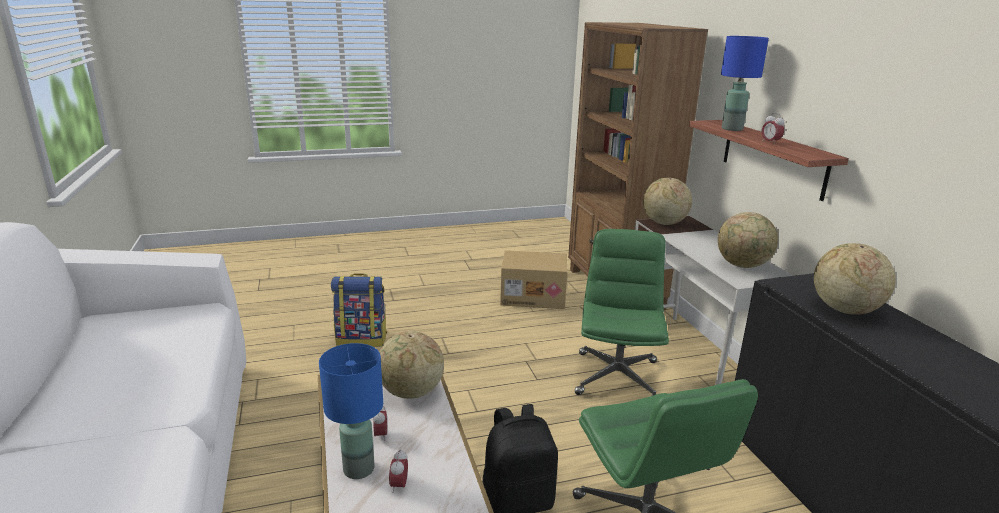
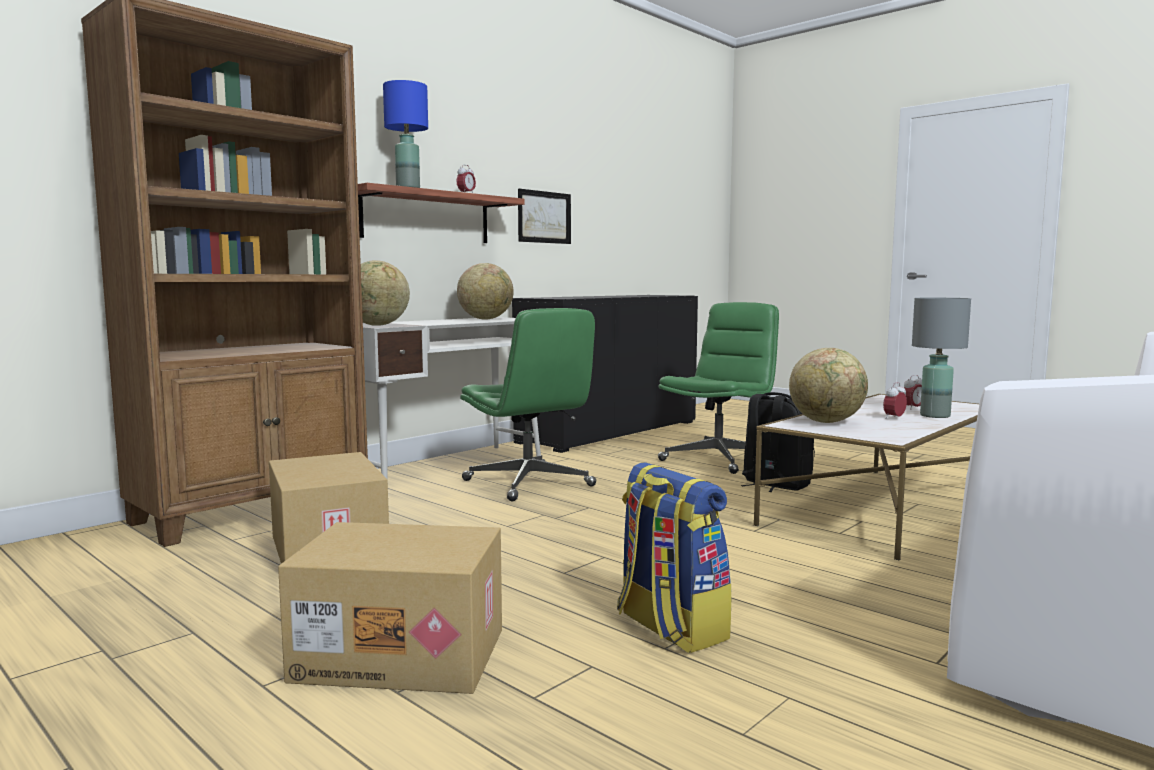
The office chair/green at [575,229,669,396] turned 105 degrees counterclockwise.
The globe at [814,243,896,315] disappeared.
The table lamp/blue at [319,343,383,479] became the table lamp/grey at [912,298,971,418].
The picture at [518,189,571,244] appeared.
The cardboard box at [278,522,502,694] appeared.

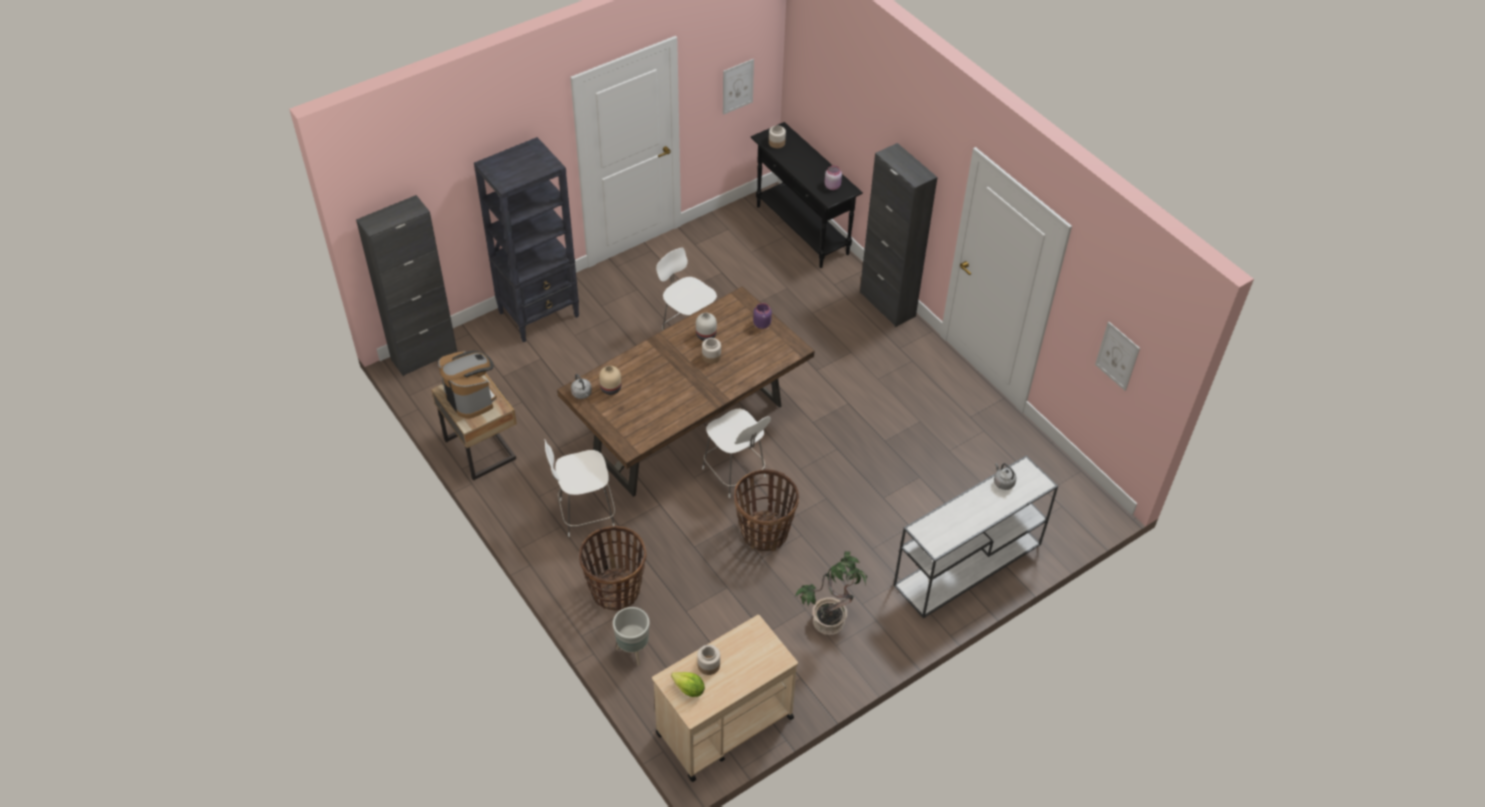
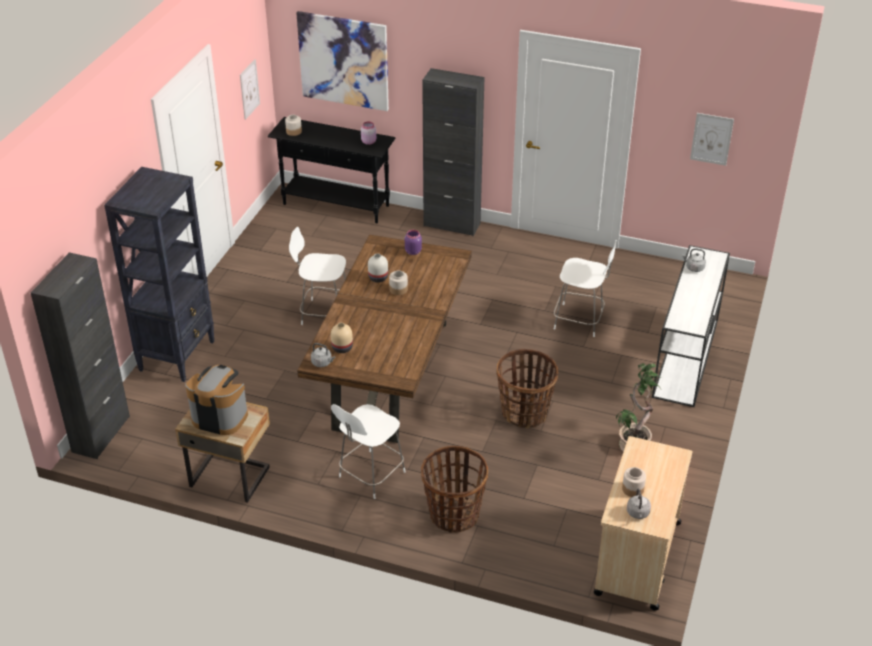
The chair/white moved from [702,408,771,498] to [554,240,617,337].
The planter/grey at [613,607,650,665] disappeared.
The lettuce at [671,672,705,697] was replaced by the kettle/grey at [627,489,651,519].
The picture at [296,11,389,111] appeared.

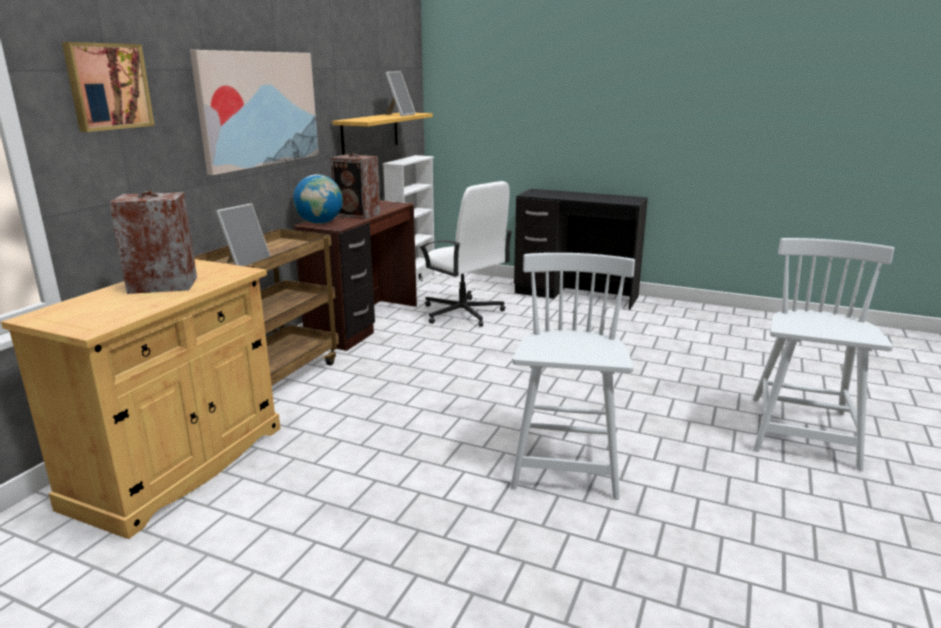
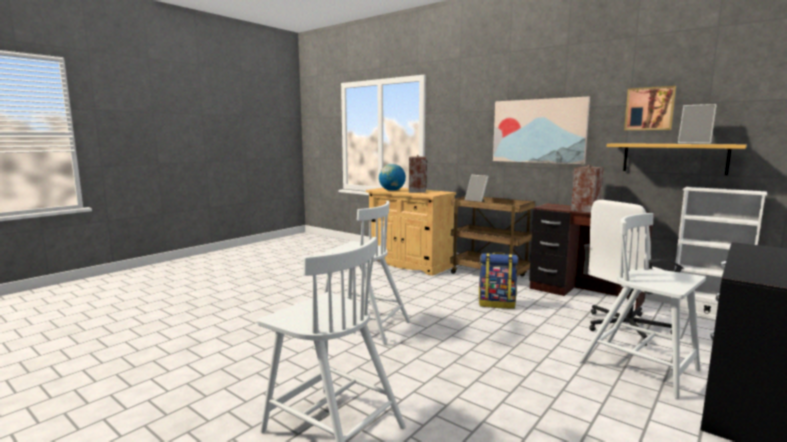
The picture moved from [62,42,155,132] to [624,86,676,130].
The globe moved from [293,174,343,223] to [379,164,406,191].
The chair/white at [579,213,706,399] appeared.
The backpack at [479,252,518,309] appeared.

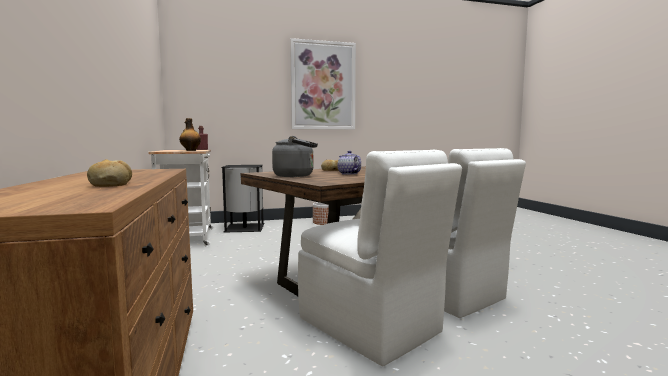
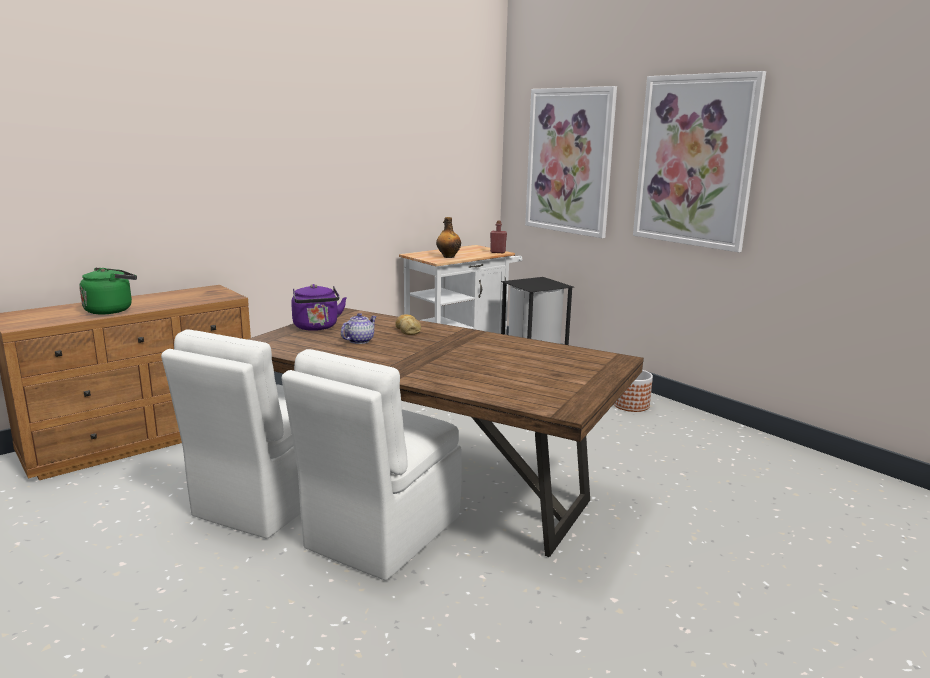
The kettle/grey at [272,136,318,177] became the kettle/purple at [291,284,347,331].
The bread at [87,159,132,187] was replaced by the kettle/green at [79,268,137,314].
The picture at [525,86,617,238] appeared.

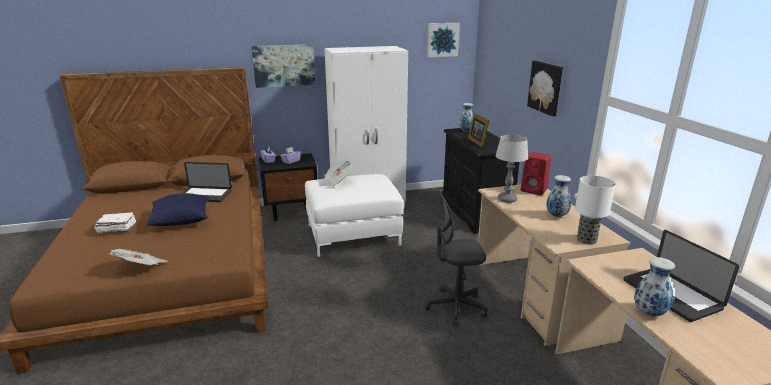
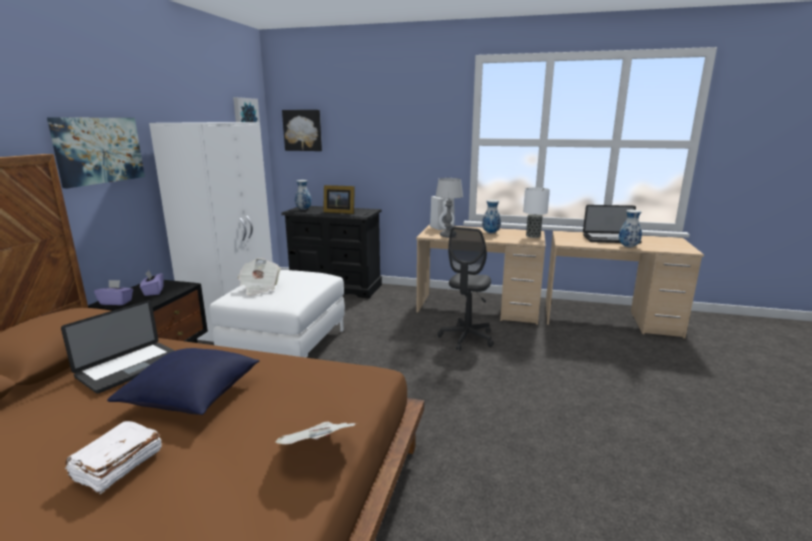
The picture moved from [527,61,563,116] to [282,110,322,151].
The speaker/red at [521,152,551,195] became the speaker/white at [430,196,455,230].

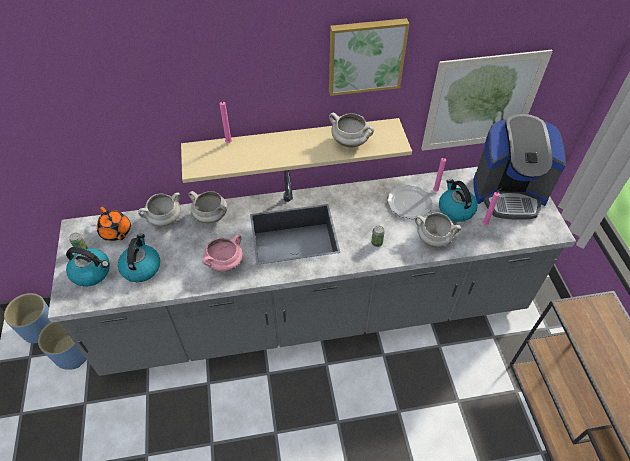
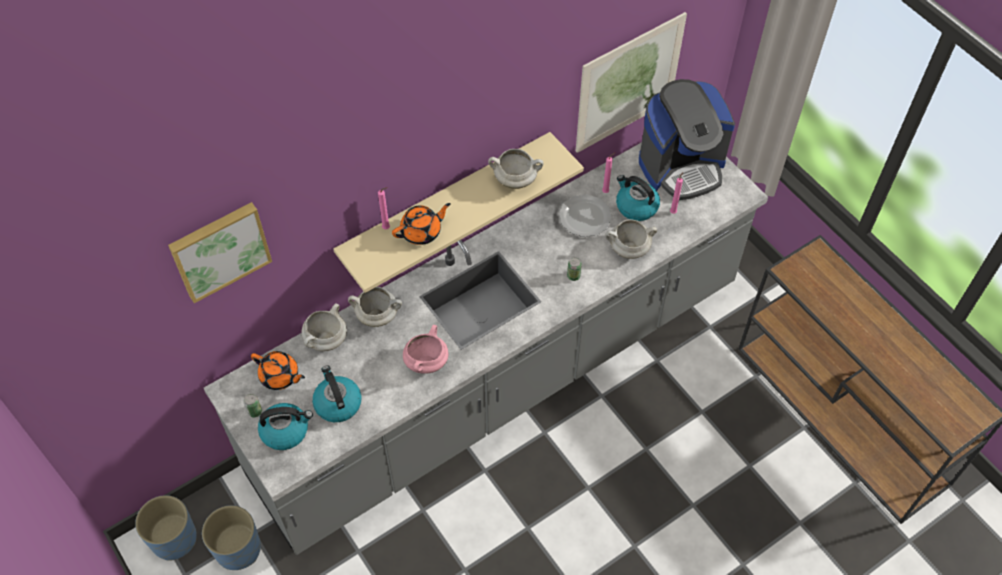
The picture moved from [329,18,410,96] to [168,202,272,303].
The teapot/orange at [392,203,451,245] appeared.

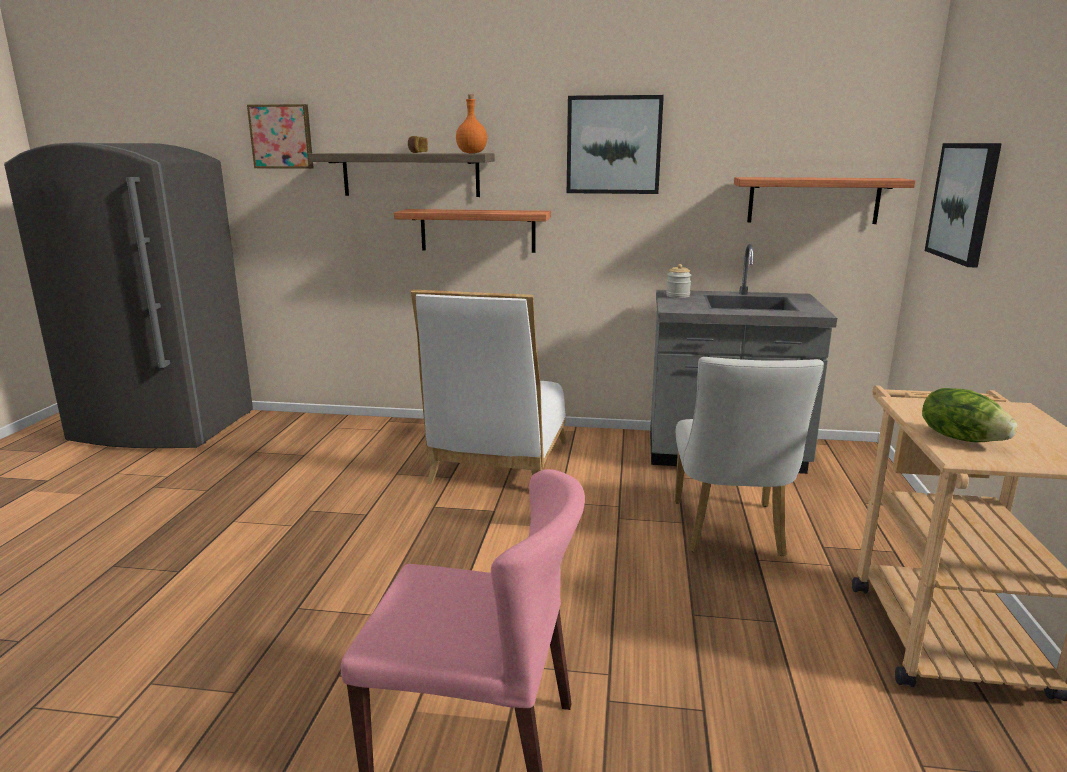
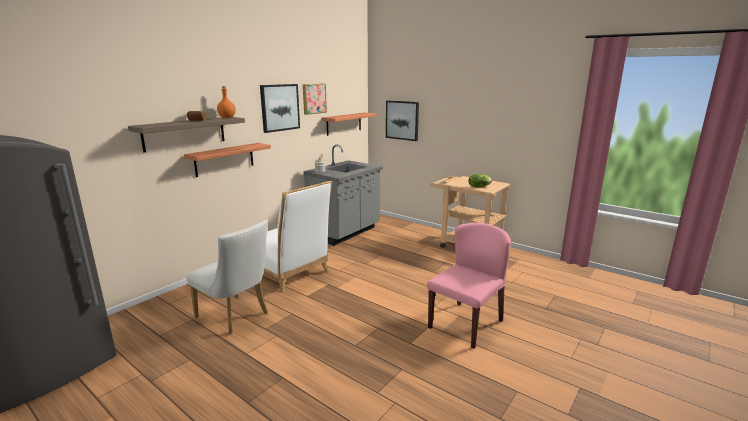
The picture moved from [247,104,314,169] to [303,84,327,115].
The chair/white moved from [674,357,824,556] to [187,220,268,334].

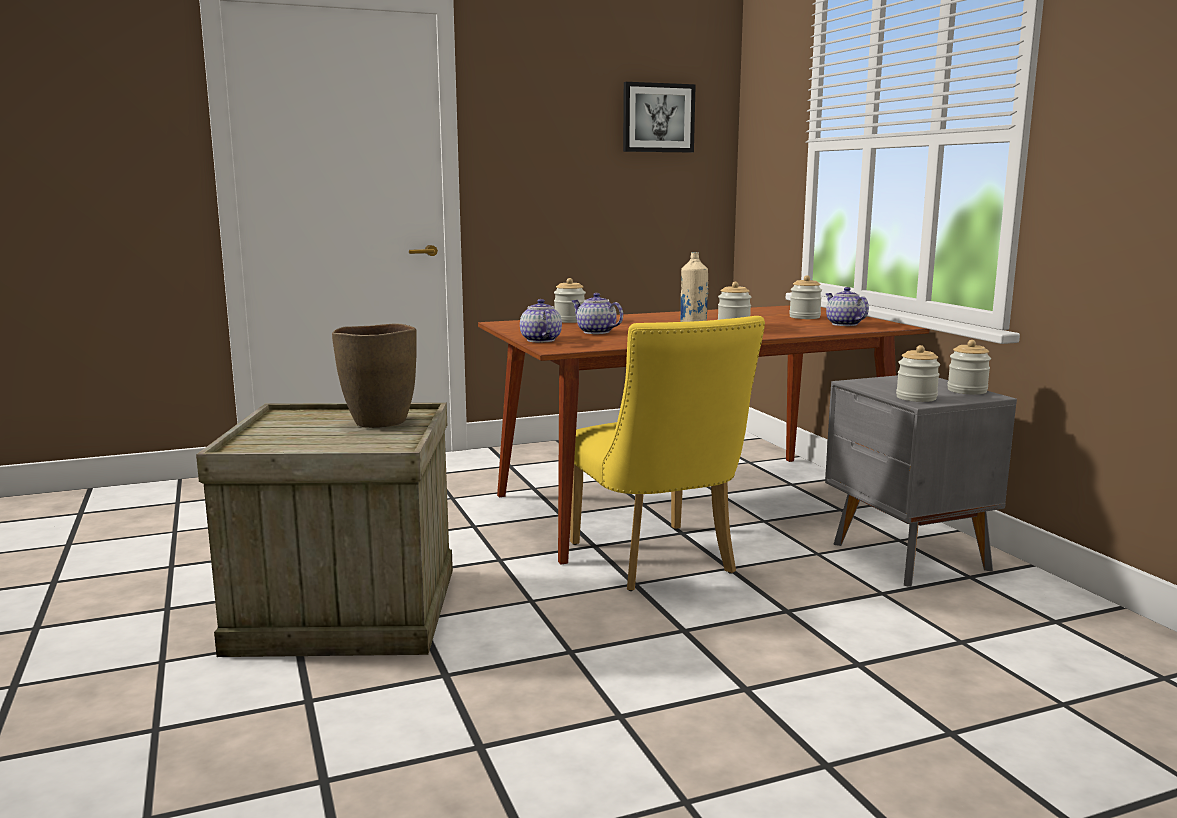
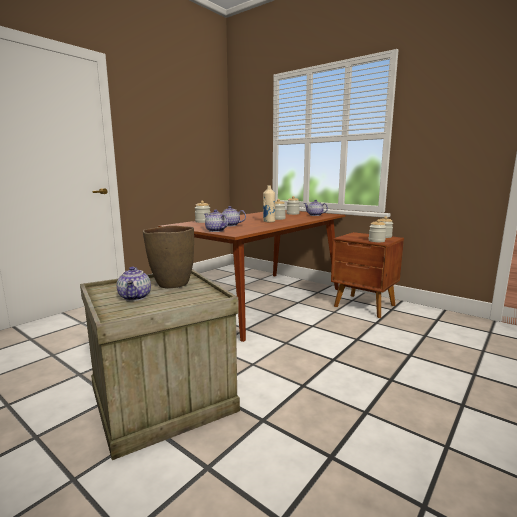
The picture at [623,82,696,152] disappeared.
The chair/yellow at [570,316,765,591] disappeared.
The nightstand/grey at [825,375,1017,587] became the nightstand/brown at [331,232,404,318].
The teapot at [117,267,151,301] appeared.

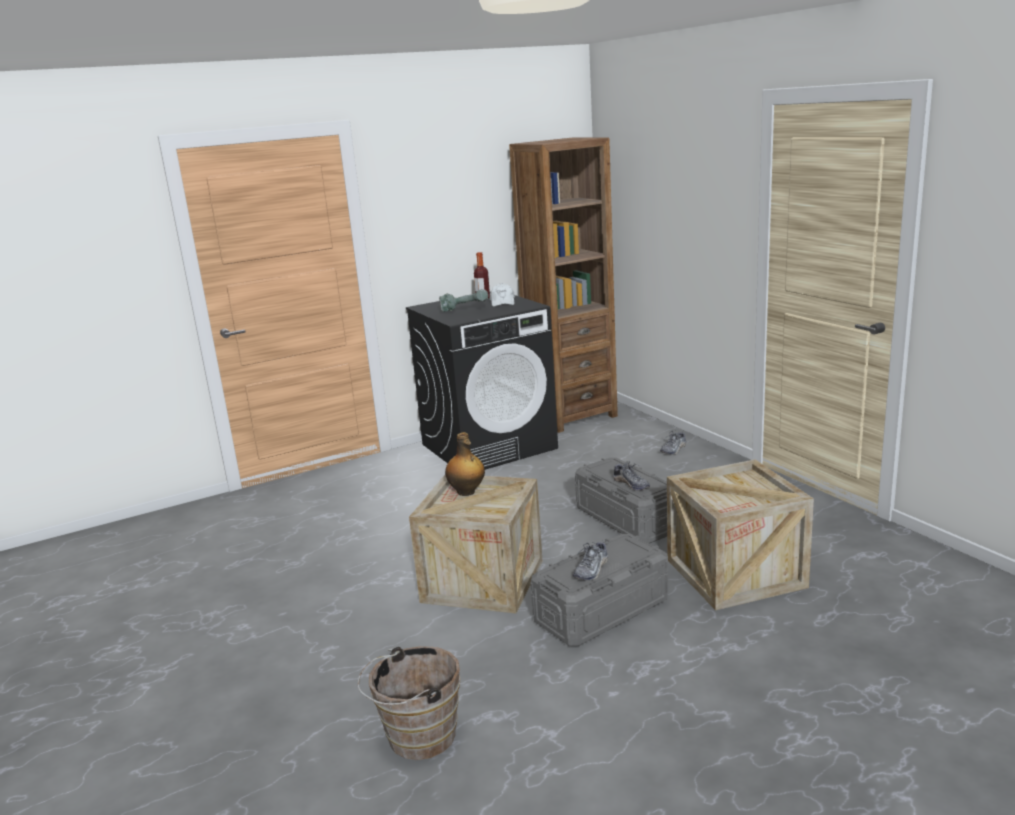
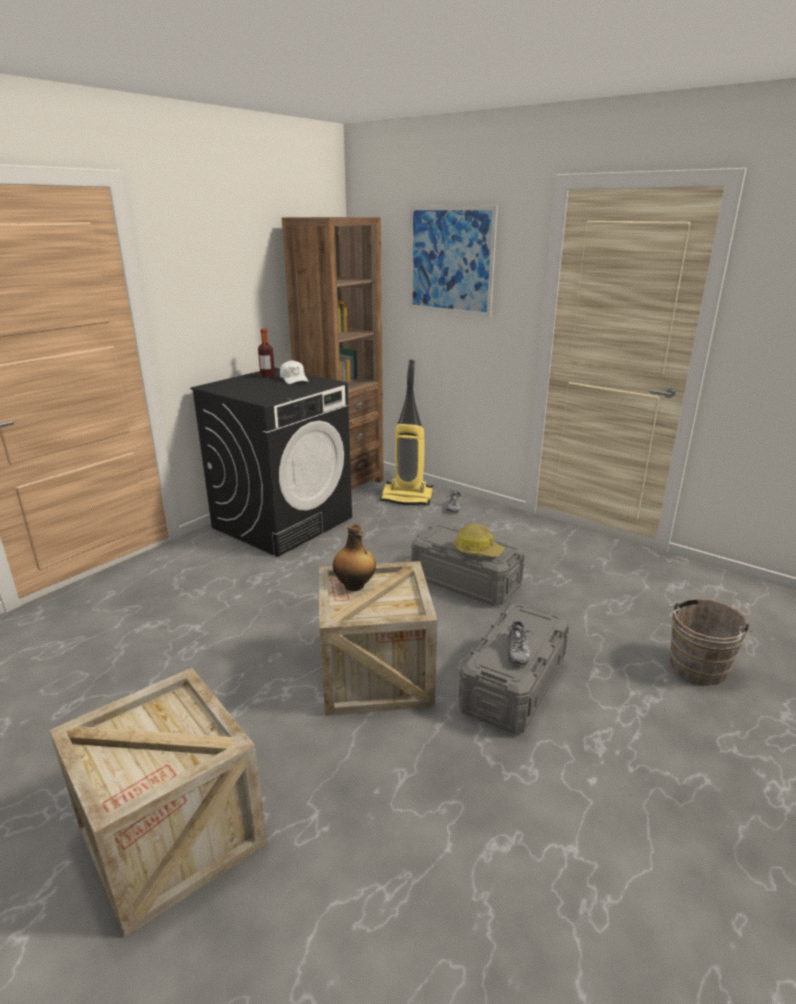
The power drill at [439,289,489,312] disappeared.
The crate moved from [667,459,814,610] to [49,668,268,938].
The shoe at [613,462,650,490] was replaced by the hard hat at [454,523,504,557].
The bucket/brown moved from [358,646,460,760] to [668,598,752,685].
The picture at [409,206,498,317] appeared.
The vacuum cleaner at [380,360,433,505] appeared.

